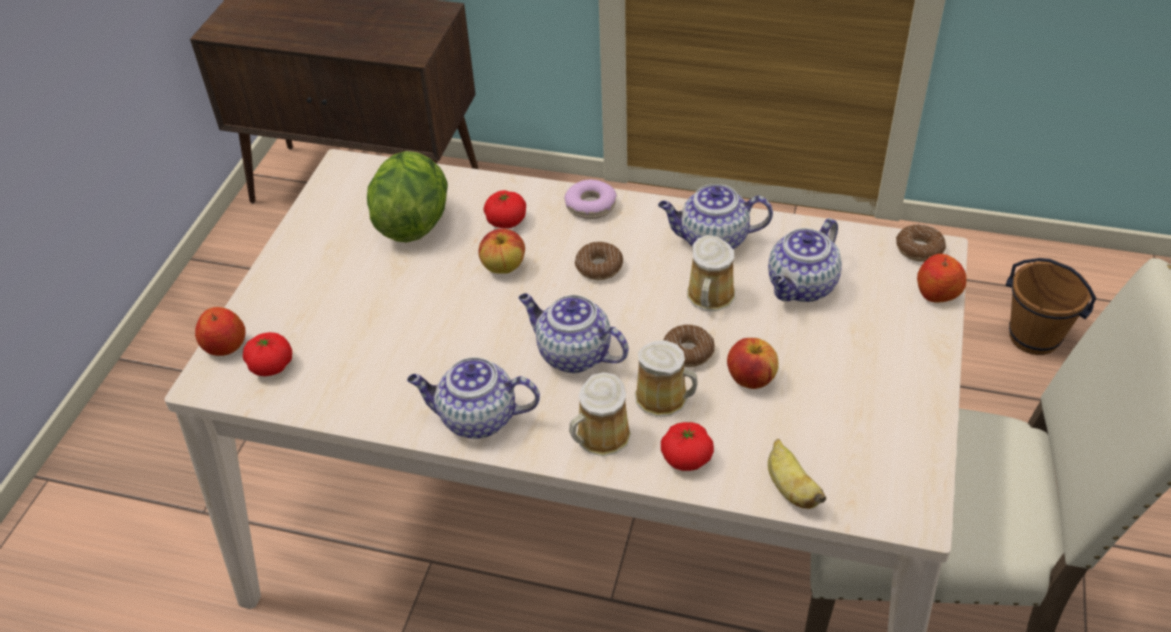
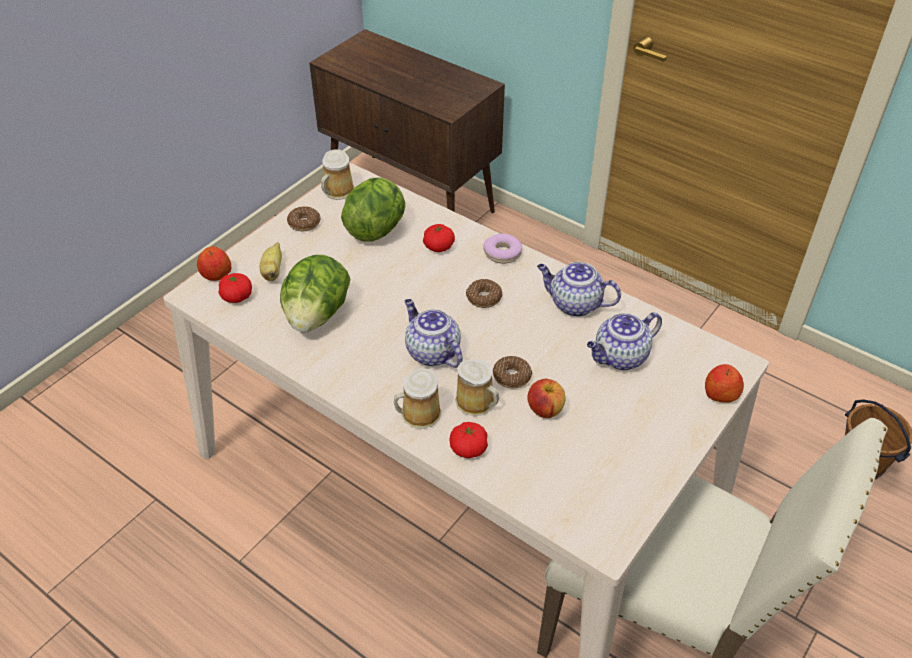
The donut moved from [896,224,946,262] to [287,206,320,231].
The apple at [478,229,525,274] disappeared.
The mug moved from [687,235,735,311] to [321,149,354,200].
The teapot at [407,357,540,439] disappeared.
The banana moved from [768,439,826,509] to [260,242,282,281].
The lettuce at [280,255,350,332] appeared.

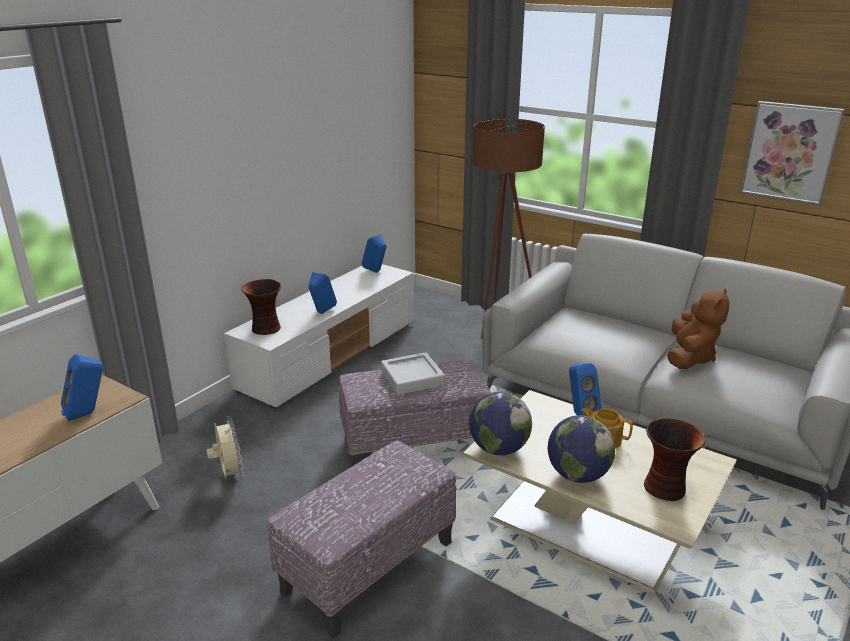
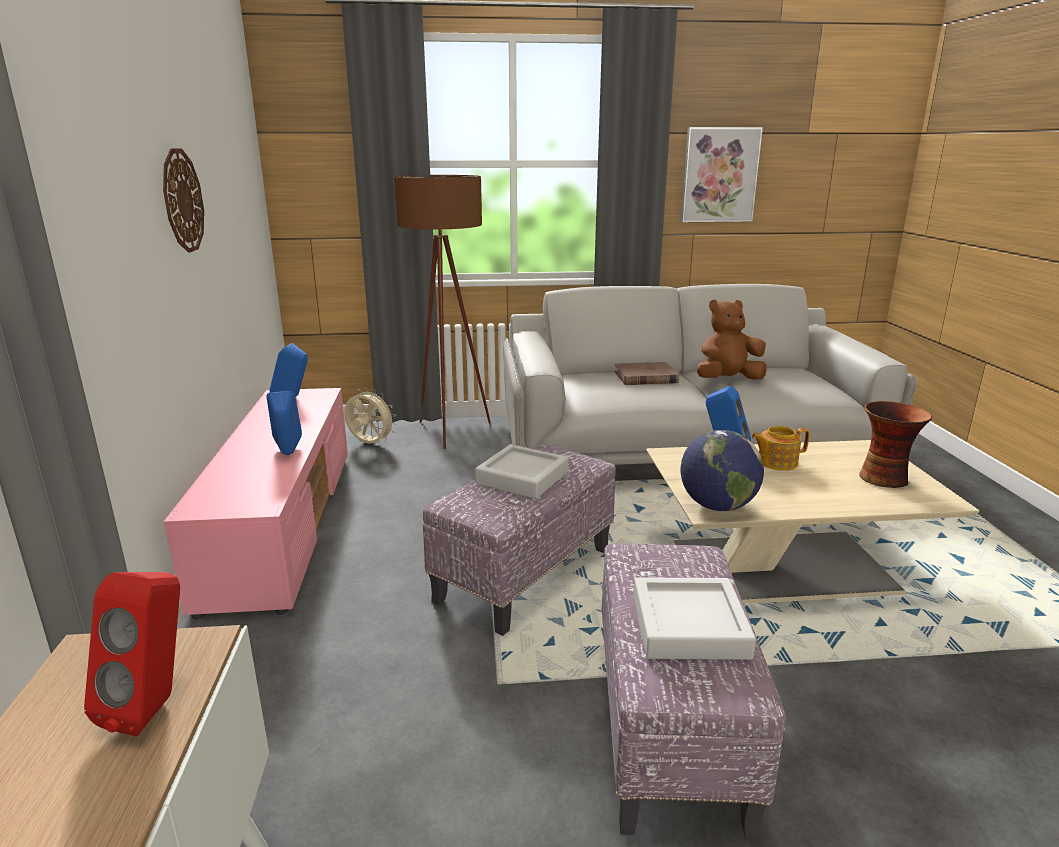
The tv stand/white at [224,264,414,409] became the tv stand/pink at [164,388,348,619].
The vase at [241,279,281,335] disappeared.
The plush toy/brown at [667,289,730,369] turned 90 degrees counterclockwise.
The speaker/blue at [61,354,103,421] became the speaker/red at [84,572,180,736].
The globe at [548,415,615,483] disappeared.
The fan/beige moved from [206,416,244,480] to [344,388,396,444].
The wall clock at [163,149,204,253] appeared.
The book/brown at [615,362,679,385] appeared.
The tray/grey at [634,577,756,660] appeared.

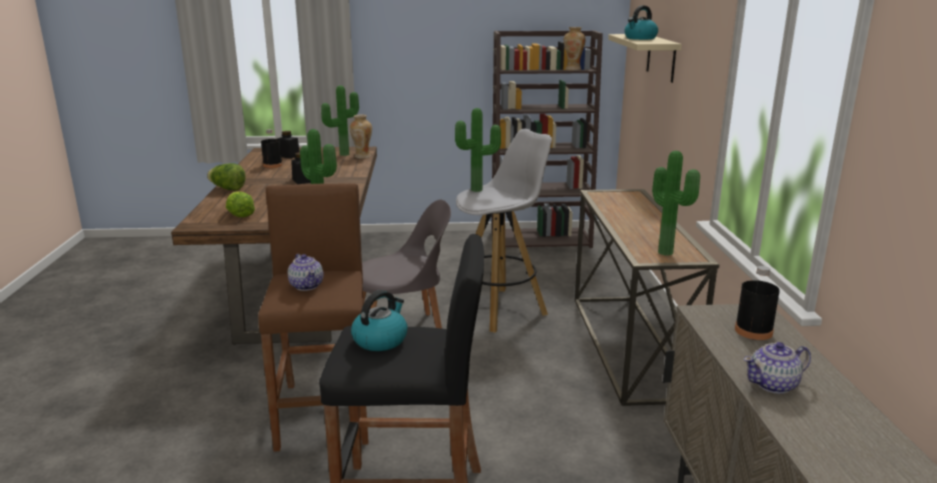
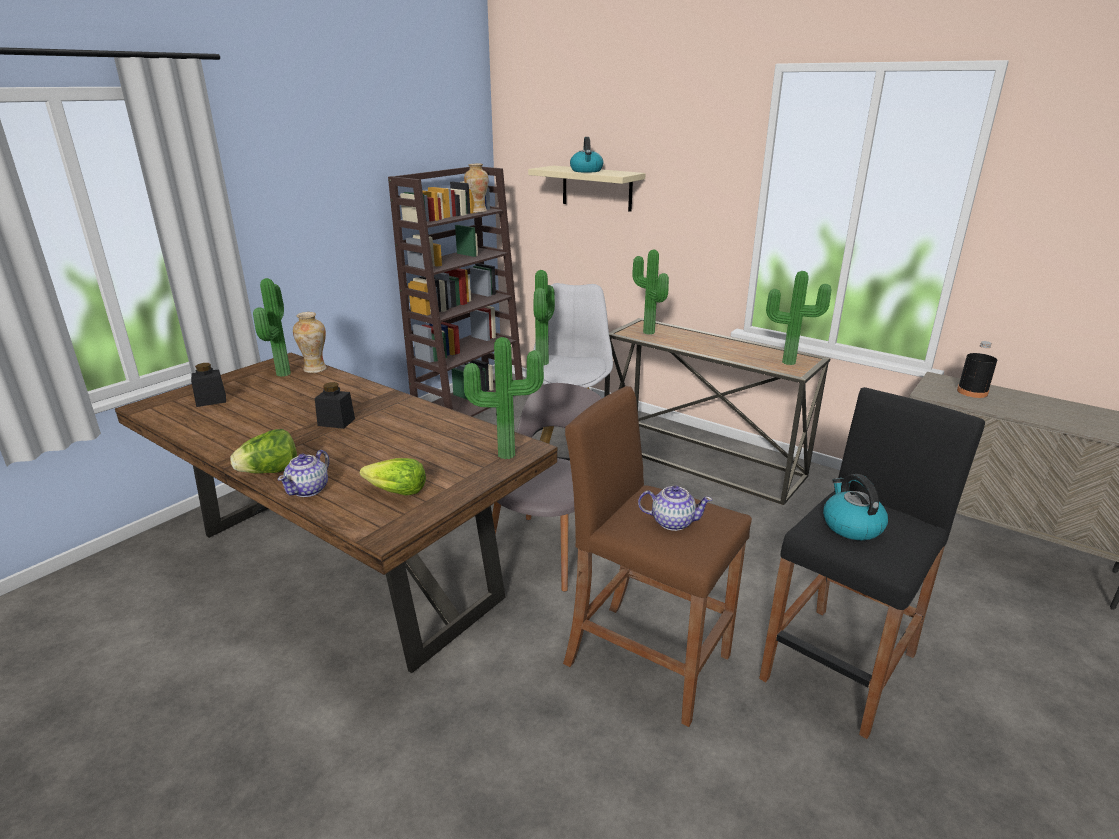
The bottle/black at [261,129,283,168] disappeared.
The teapot moved from [744,342,811,394] to [278,450,329,497].
The potted plant at [632,250,669,335] appeared.

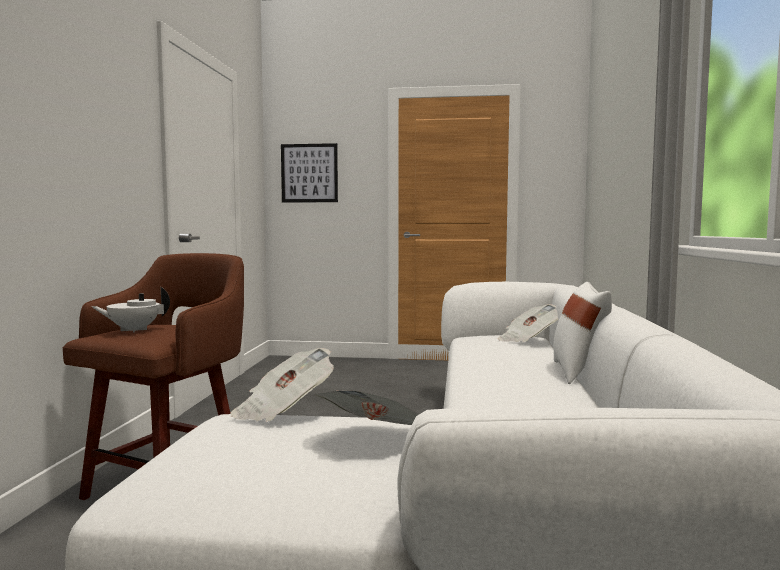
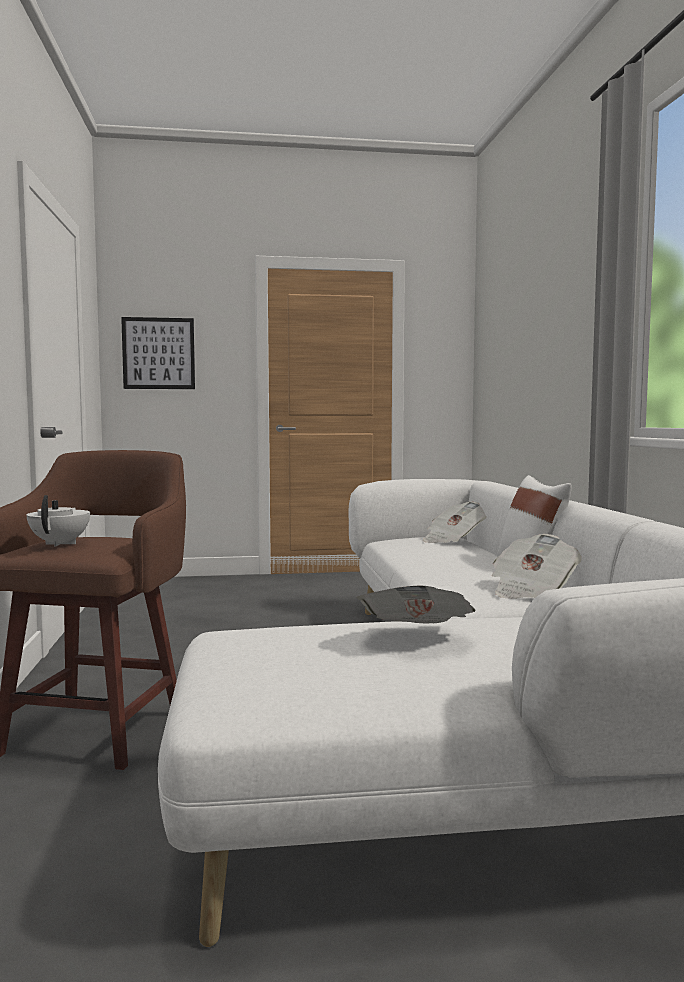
The teapot/white at [92,287,170,332] turned 120 degrees clockwise.
The newspaper moved from [231,348,334,422] to [492,534,582,599].

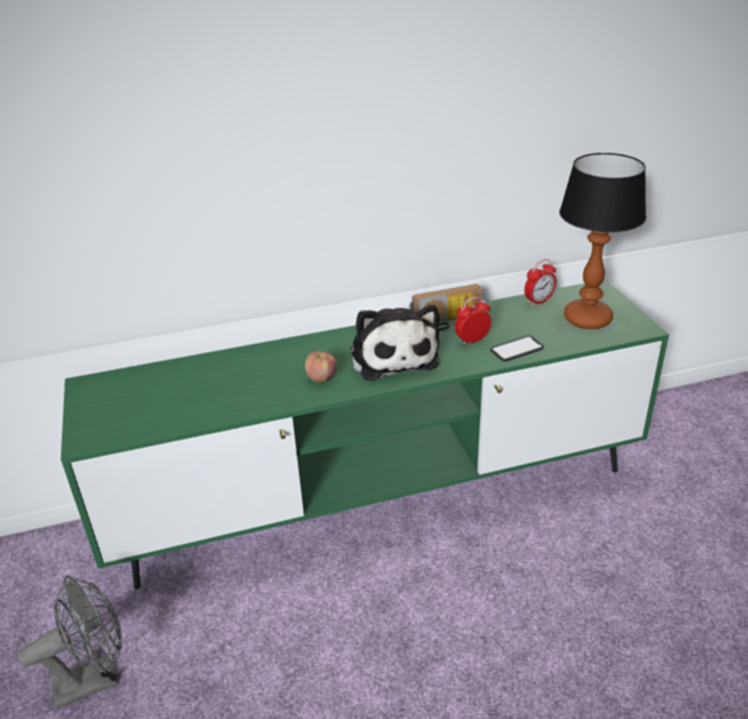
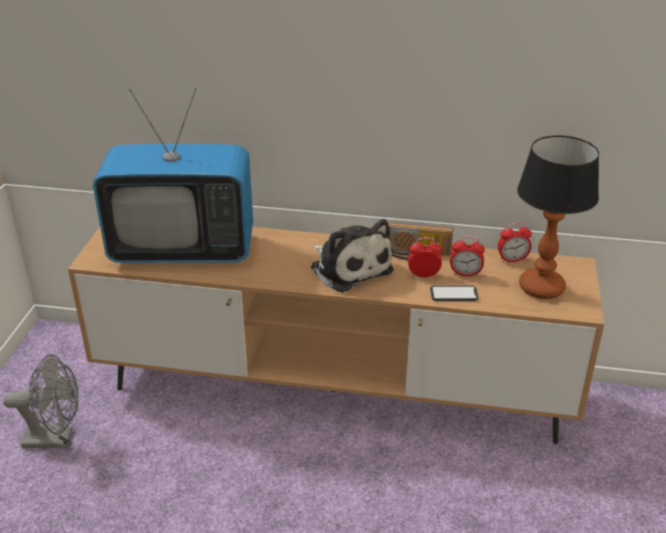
The tv stand/green at [61,279,669,589] became the tv stand/brown at [68,227,604,444].
The plush toy at [350,305,440,381] turned 45 degrees counterclockwise.
The apple at [305,351,337,382] disappeared.
The television at [93,88,253,263] appeared.
The alarm clock at [450,236,485,277] appeared.

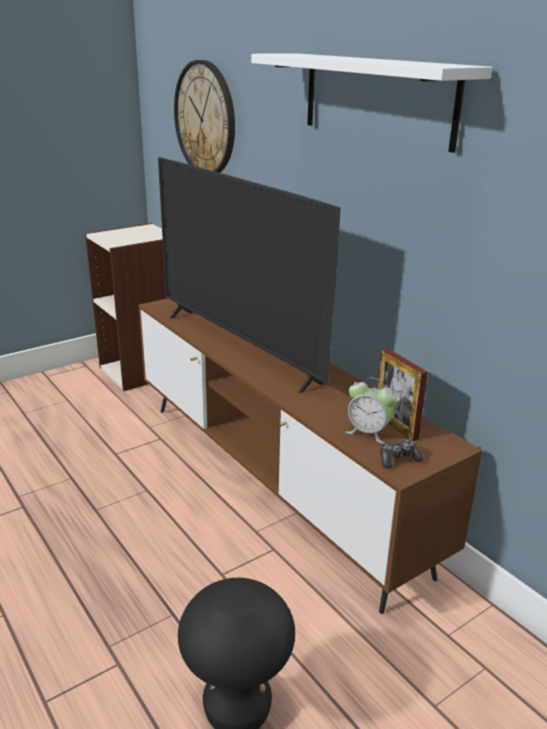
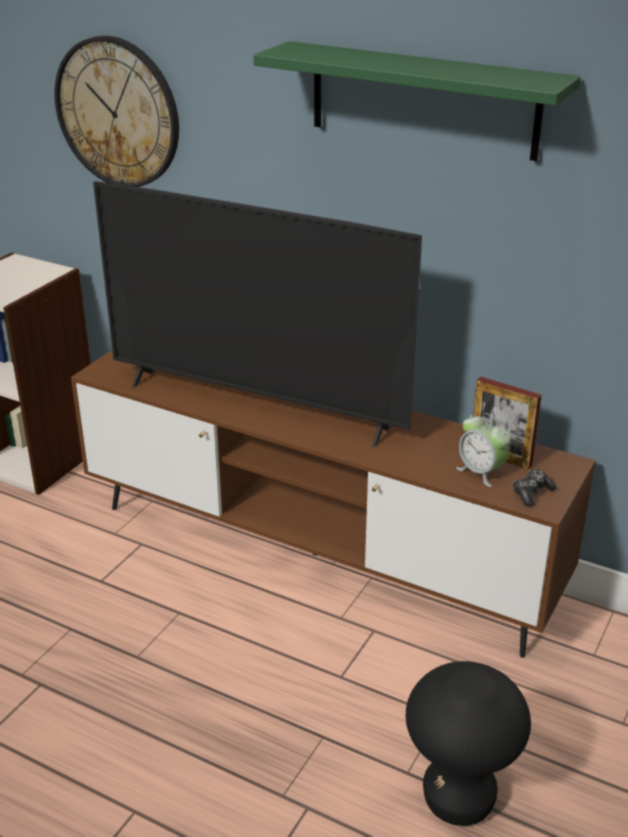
The shelf/white at [251,53,492,153] became the shelf/green at [254,41,581,161].
The alarm clock at [346,377,397,443] turned 45 degrees clockwise.

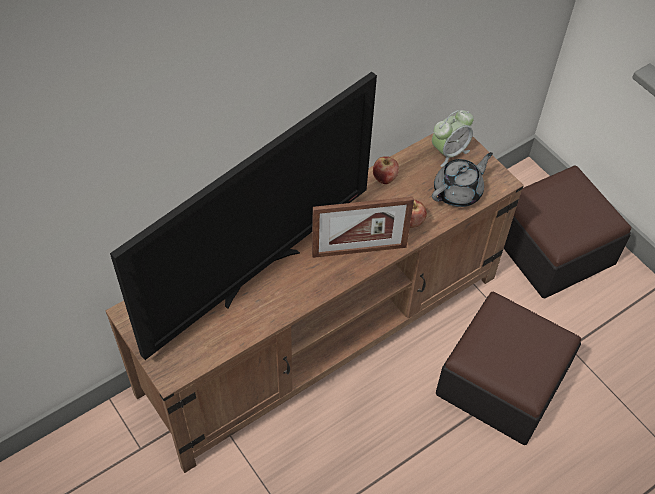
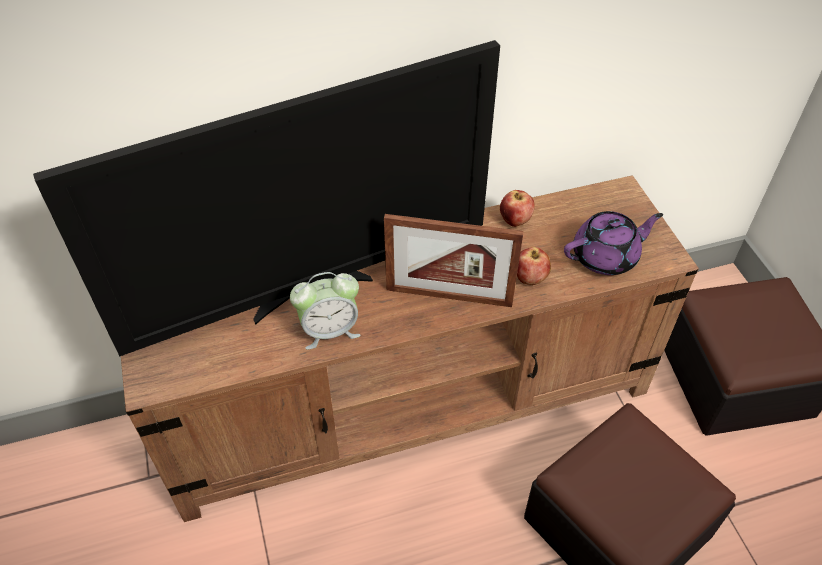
The alarm clock moved from [432,110,474,167] to [290,272,361,349].
The teapot/grey at [432,152,493,207] became the teapot/purple at [564,211,663,275].

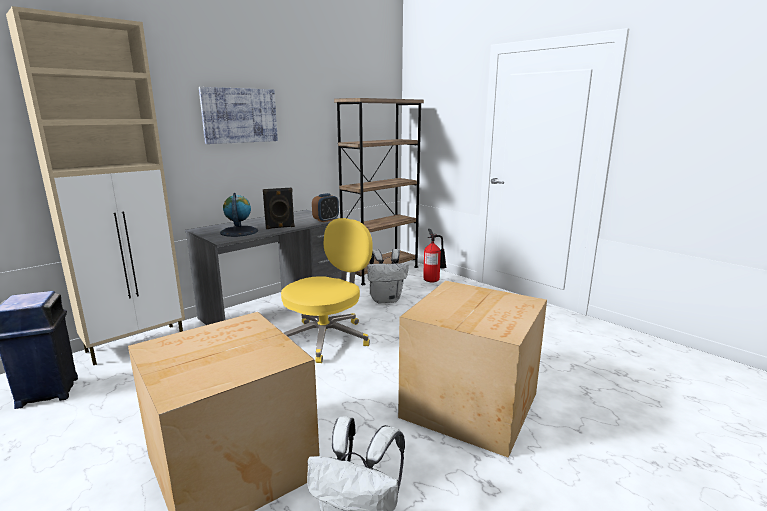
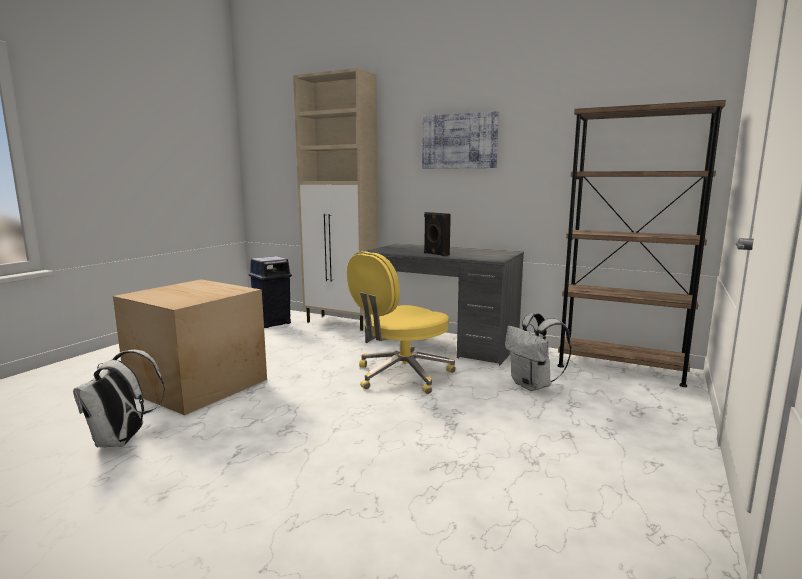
The globe at [220,193,258,237] disappeared.
The alarm clock at [312,193,339,222] disappeared.
The office chair/yellow at [281,218,373,363] turned 120 degrees clockwise.
The fire extinguisher at [423,229,446,283] disappeared.
The cardboard box at [398,281,547,458] disappeared.

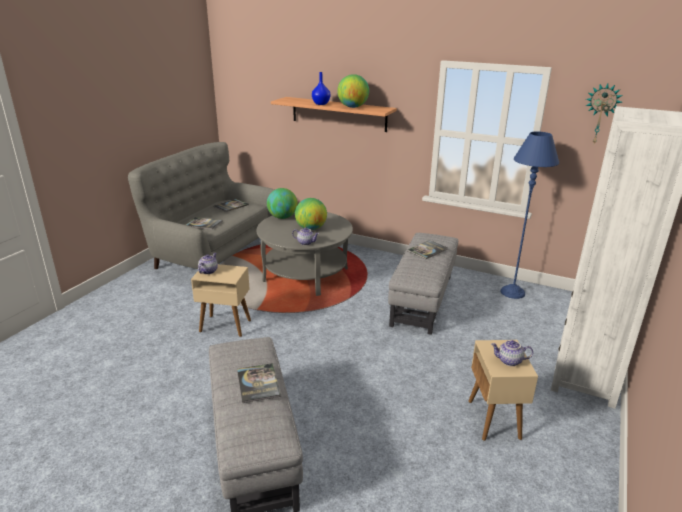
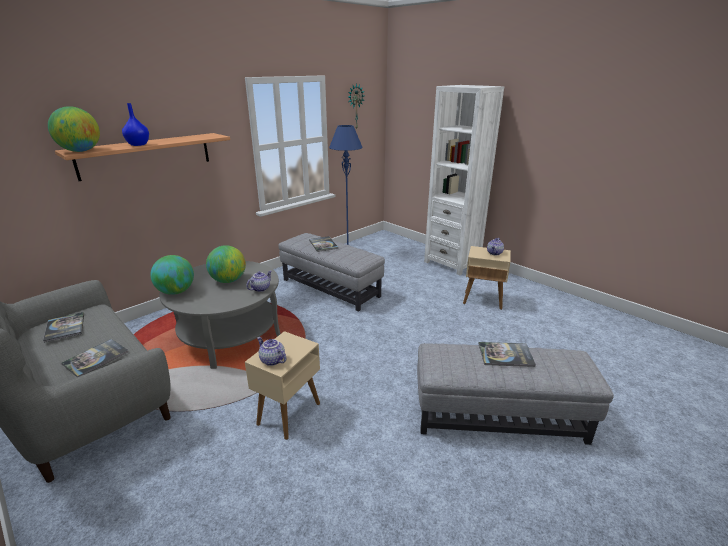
The globe moved from [337,74,369,108] to [48,106,100,152].

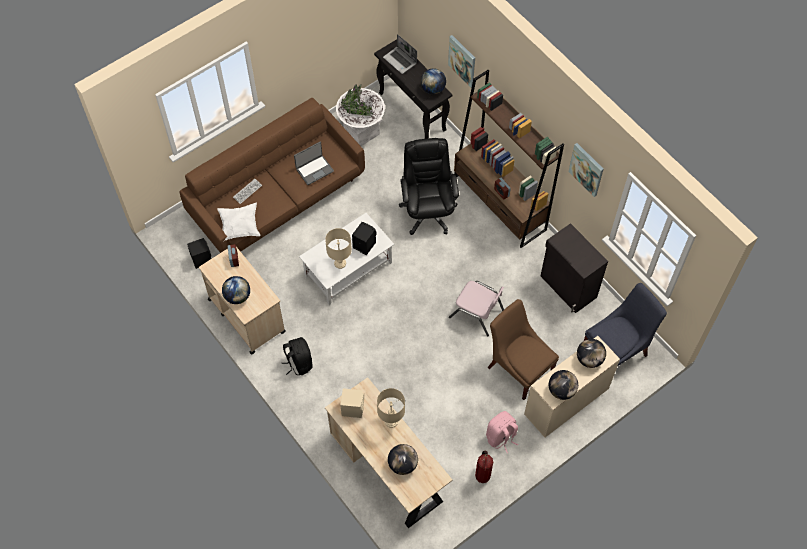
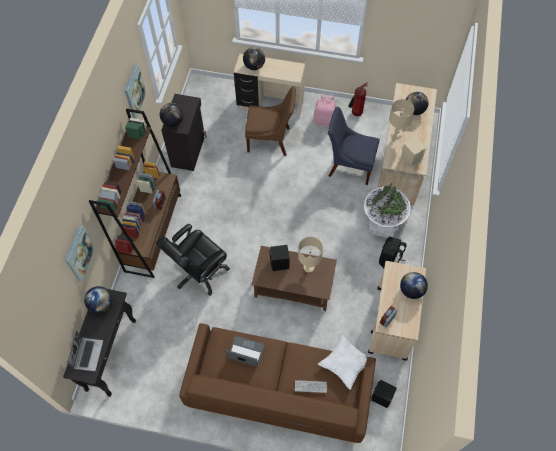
The planter/white moved from [336,84,385,146] to [364,183,411,238].
The coffee table/white at [299,213,394,305] became the coffee table/brown at [251,246,337,311].
The chair/pink at [449,281,504,336] disappeared.
The chair/blue moved from [584,283,667,366] to [328,107,380,185].
The chair/brown at [488,299,559,400] turned 90 degrees counterclockwise.
The globe moved from [549,370,578,400] to [160,103,184,127].

